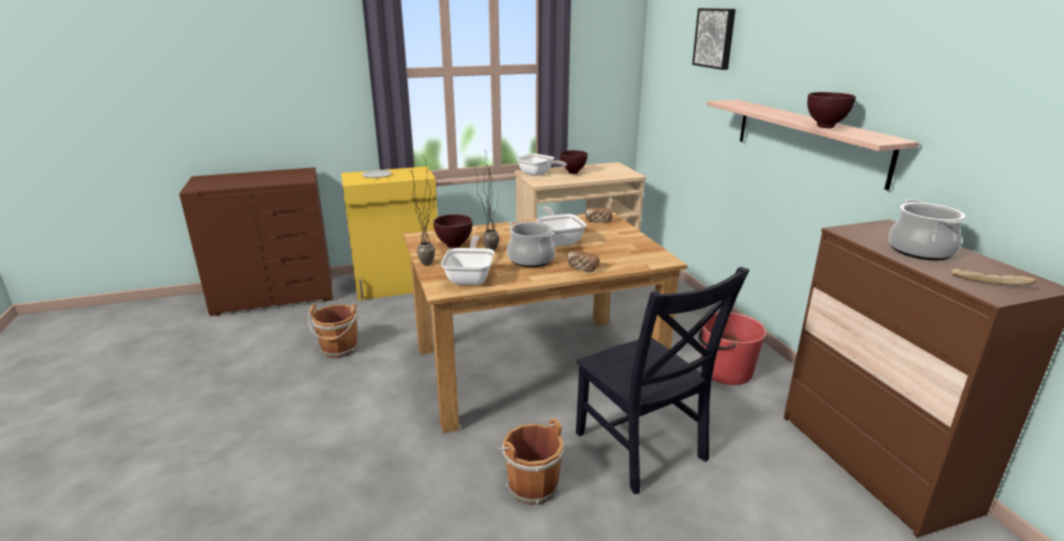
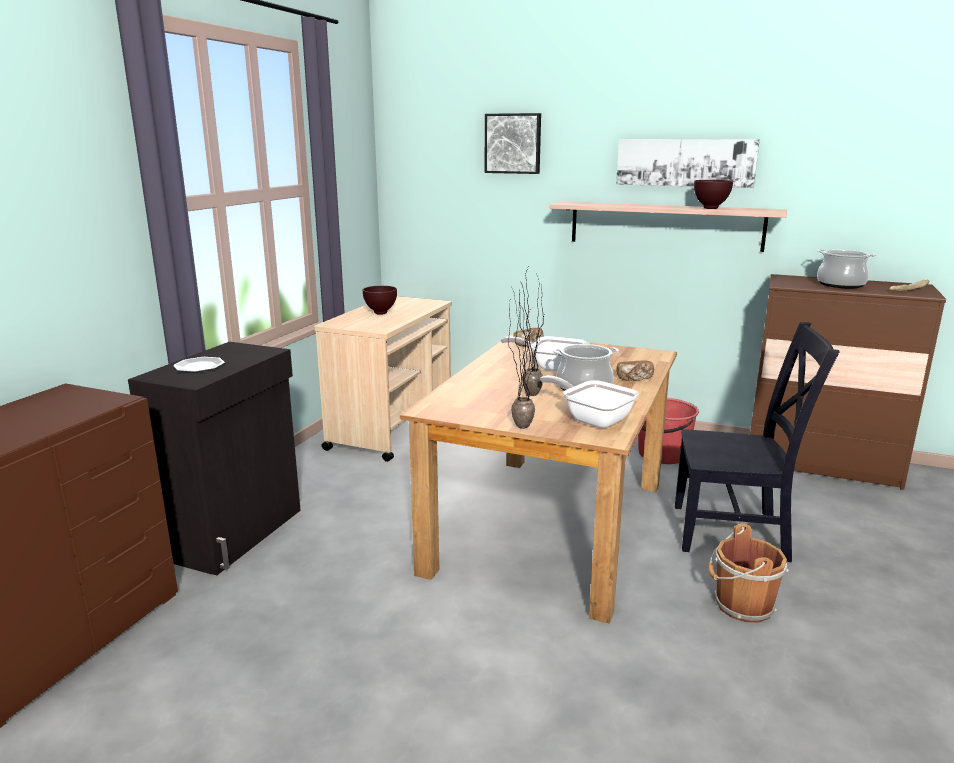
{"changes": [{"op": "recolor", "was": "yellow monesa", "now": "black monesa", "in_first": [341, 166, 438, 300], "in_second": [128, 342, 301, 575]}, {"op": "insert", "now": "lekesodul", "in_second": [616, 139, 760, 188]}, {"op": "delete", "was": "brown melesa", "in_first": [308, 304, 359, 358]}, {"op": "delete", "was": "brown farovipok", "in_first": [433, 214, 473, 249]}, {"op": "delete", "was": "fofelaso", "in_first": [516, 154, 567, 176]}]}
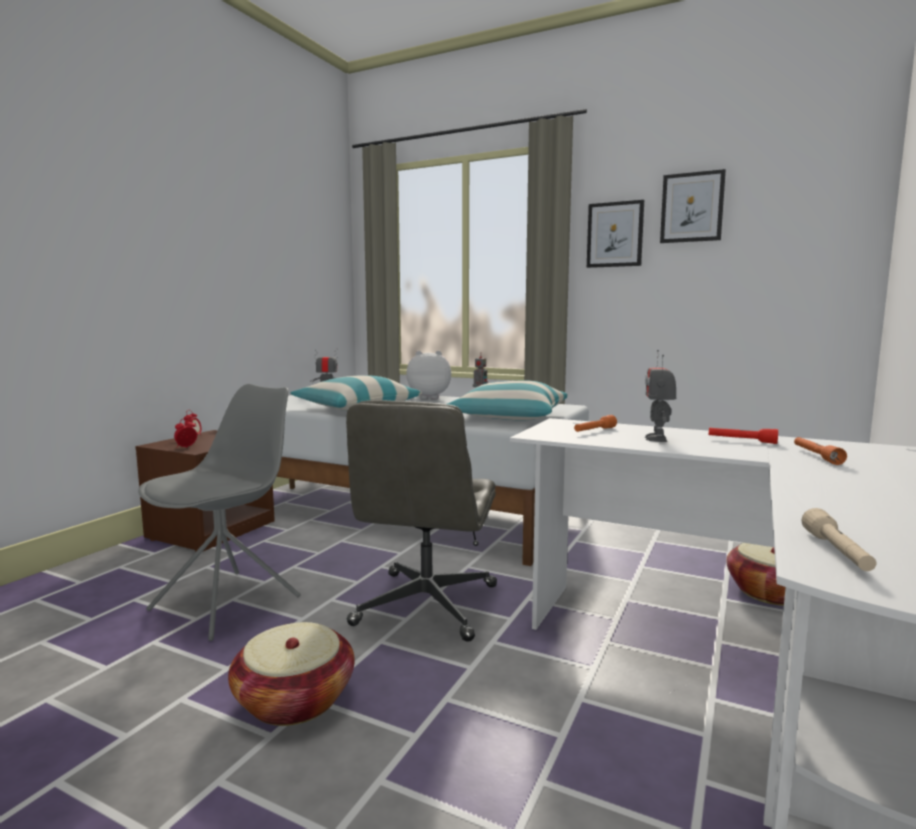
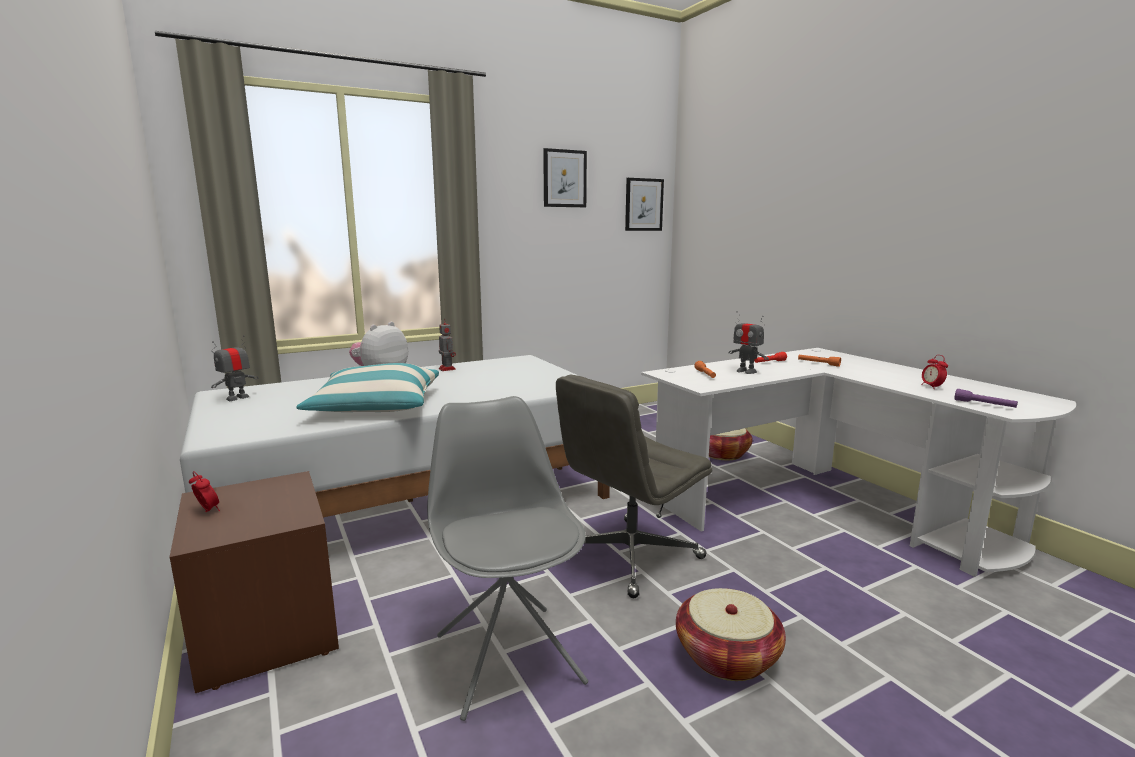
{"changes": [{"op": "rotate", "was": "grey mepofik", "in_first": [346, 400, 497, 642], "in_second": [556, 375, 712, 598], "clockwise": 90}, {"op": "move", "was": "lekesodul", "in_first": [587, 200, 644, 268], "in_second": [625, 178, 664, 231]}, {"op": "move", "was": "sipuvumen", "in_first": [174, 418, 197, 448], "in_second": [921, 355, 948, 389]}, {"op": "recolor", "was": "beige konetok", "now": "purple konetok", "in_first": [801, 508, 877, 571], "in_second": [954, 389, 1018, 408]}, {"op": "delete", "was": "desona", "in_first": [447, 380, 568, 421]}]}
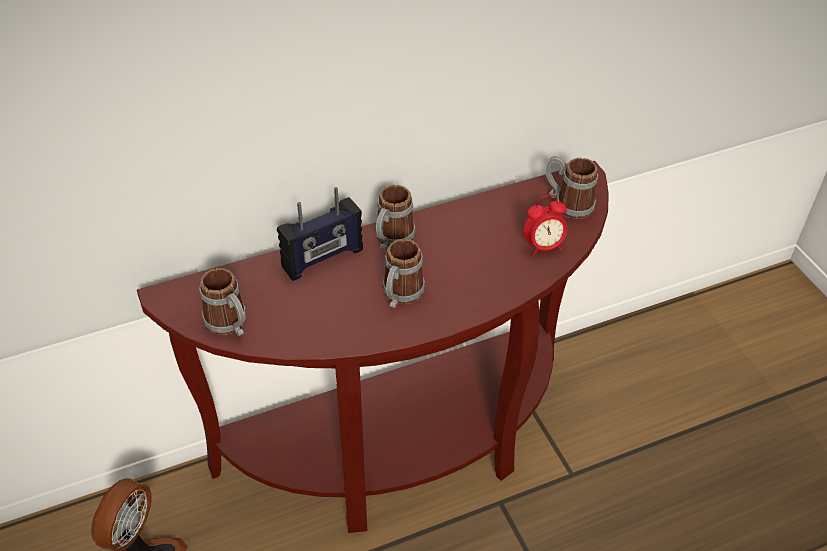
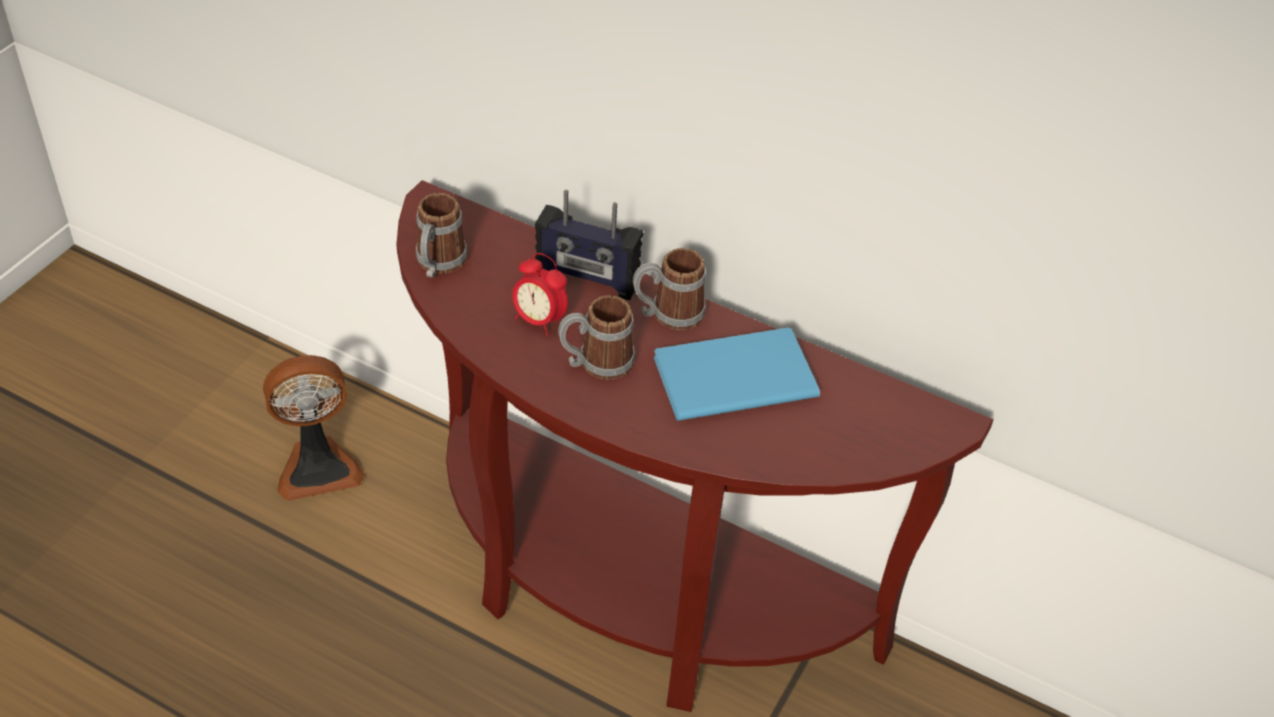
{"changes": [{"op": "move", "was": "sipuvumen", "in_first": [523, 195, 567, 256], "in_second": [512, 253, 568, 336]}, {"op": "insert", "now": "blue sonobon", "in_second": [654, 327, 820, 421]}, {"op": "delete", "was": "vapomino", "in_first": [545, 156, 598, 219]}]}
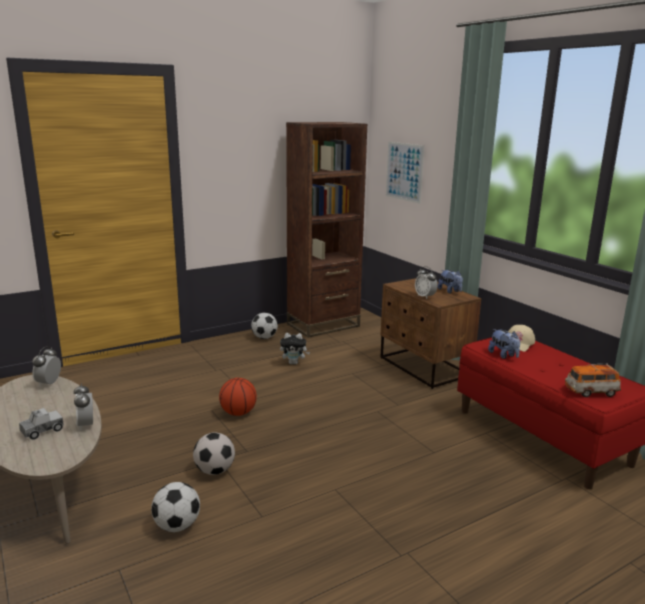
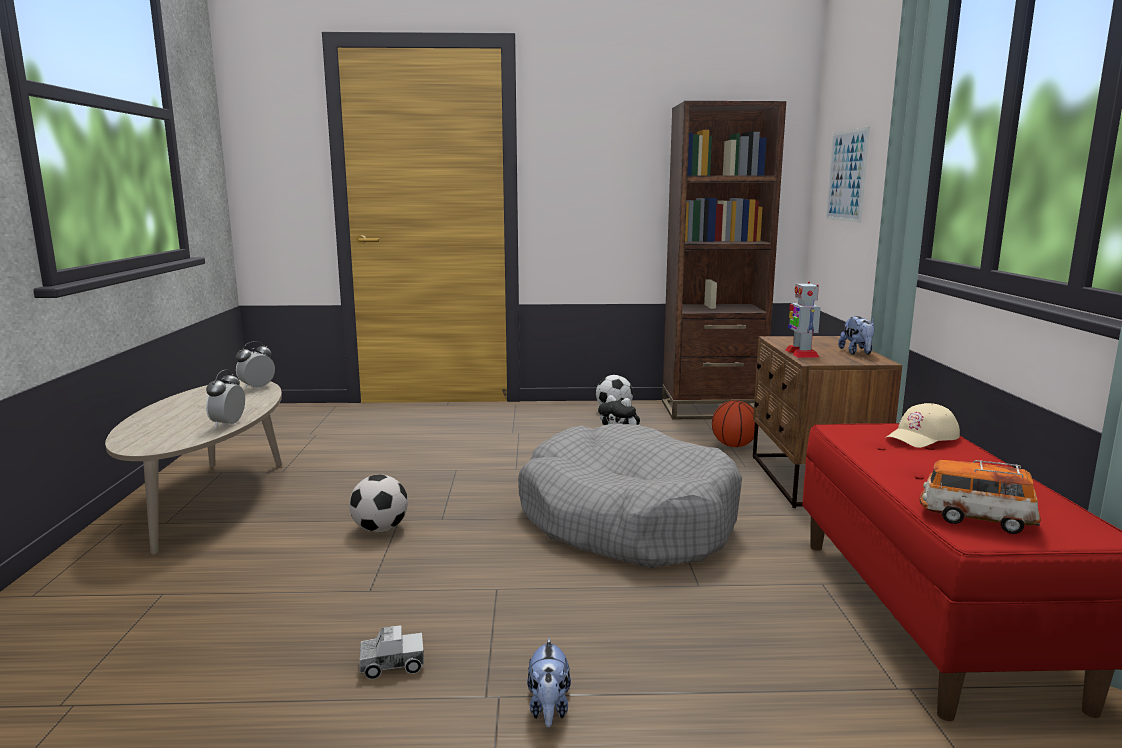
{"changes": [{"op": "move", "was": "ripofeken", "in_first": [19, 408, 64, 440], "in_second": [359, 625, 424, 679]}, {"op": "insert", "now": "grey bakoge", "in_second": [518, 424, 742, 568]}, {"op": "move", "was": "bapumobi", "in_first": [488, 329, 520, 359], "in_second": [527, 638, 571, 728]}, {"op": "move", "was": "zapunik", "in_first": [219, 378, 257, 416], "in_second": [712, 400, 759, 447]}, {"op": "replace", "was": "sipuvumen", "now": "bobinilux", "in_first": [415, 266, 438, 299], "in_second": [785, 282, 821, 358]}, {"op": "delete", "was": "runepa", "in_first": [151, 482, 200, 532]}]}
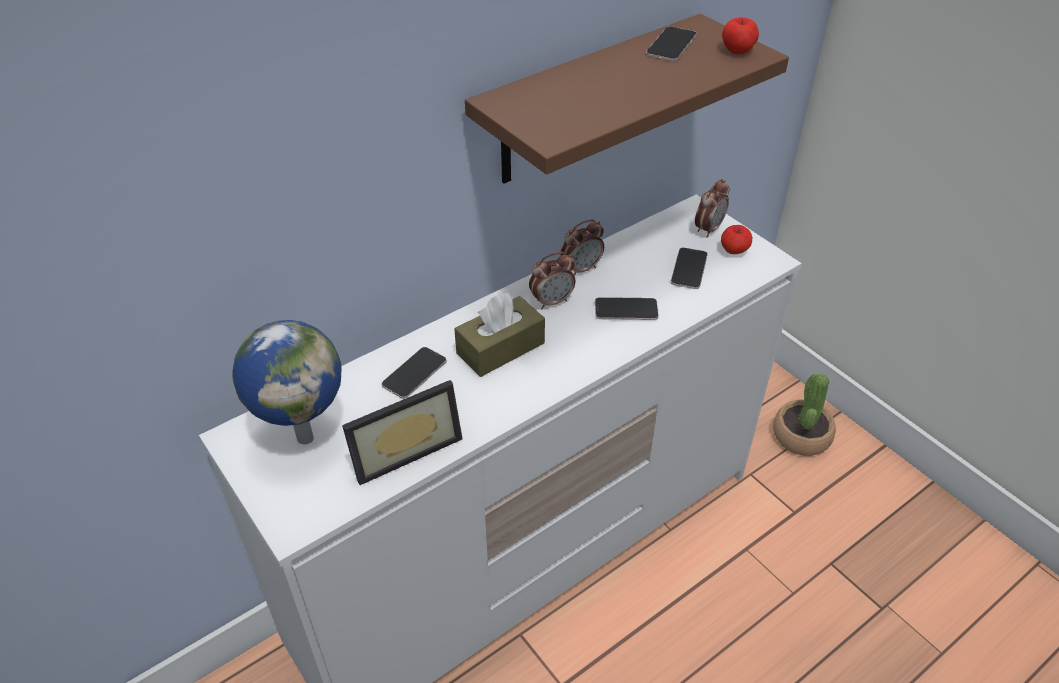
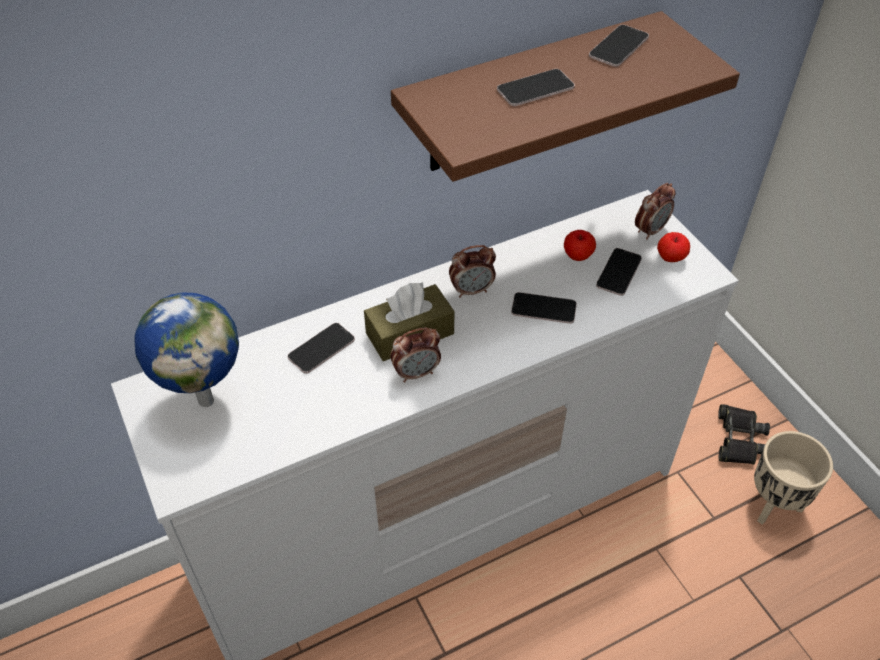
{"changes": [{"op": "move", "was": "sipuvumen", "in_first": [561, 219, 604, 276], "in_second": [390, 327, 441, 383]}, {"op": "insert", "now": "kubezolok", "in_second": [497, 69, 575, 106]}, {"op": "move", "was": "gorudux", "in_first": [722, 17, 759, 54], "in_second": [564, 230, 596, 261]}, {"op": "replace", "was": "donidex", "now": "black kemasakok", "in_first": [773, 374, 836, 456], "in_second": [718, 404, 770, 464]}, {"op": "insert", "now": "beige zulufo", "in_second": [754, 431, 833, 525]}, {"op": "delete", "was": "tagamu", "in_first": [342, 380, 463, 485]}]}
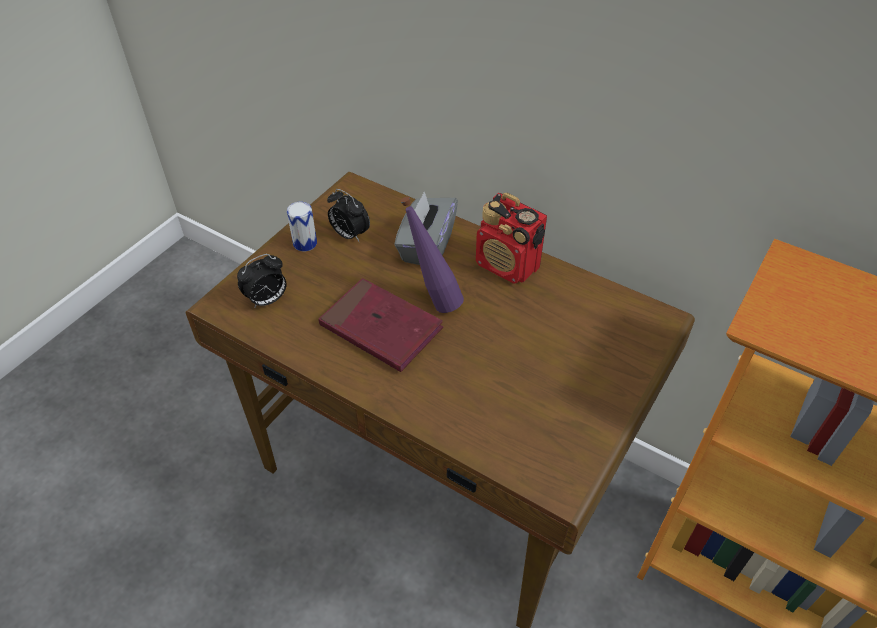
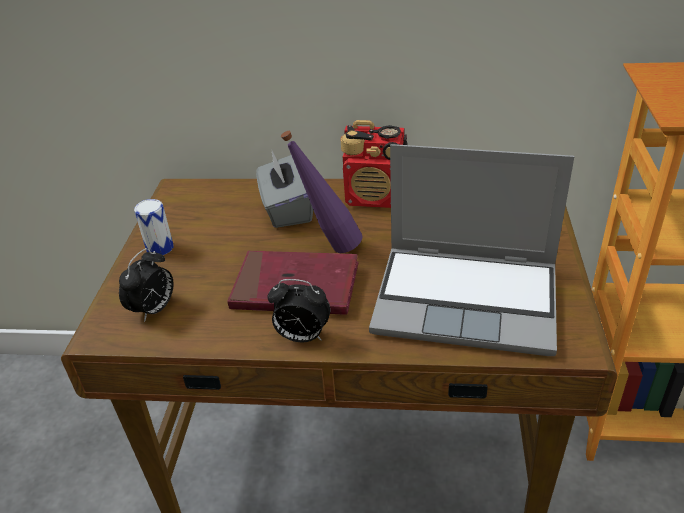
{"changes": [{"op": "move", "was": "sipuvumen", "in_first": [327, 189, 370, 242], "in_second": [267, 279, 330, 342]}, {"op": "insert", "now": "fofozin", "in_second": [369, 144, 574, 356]}]}
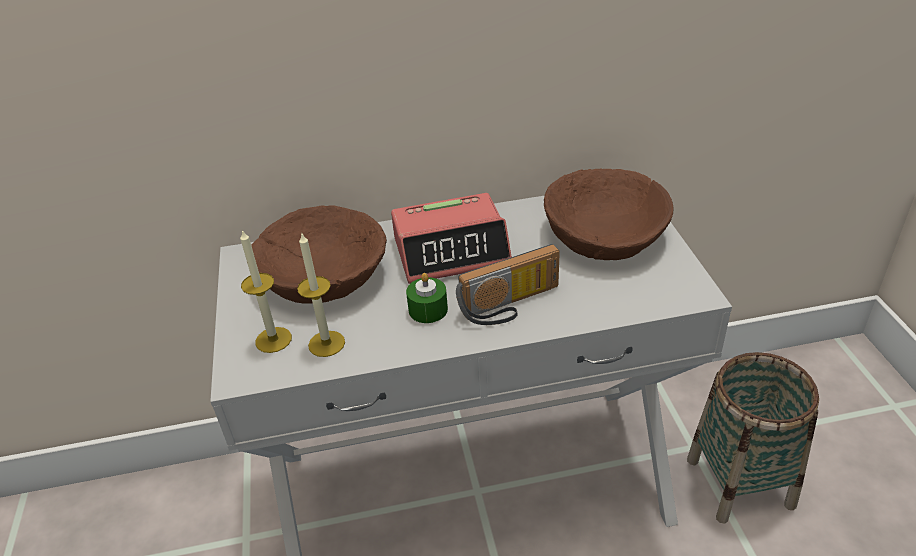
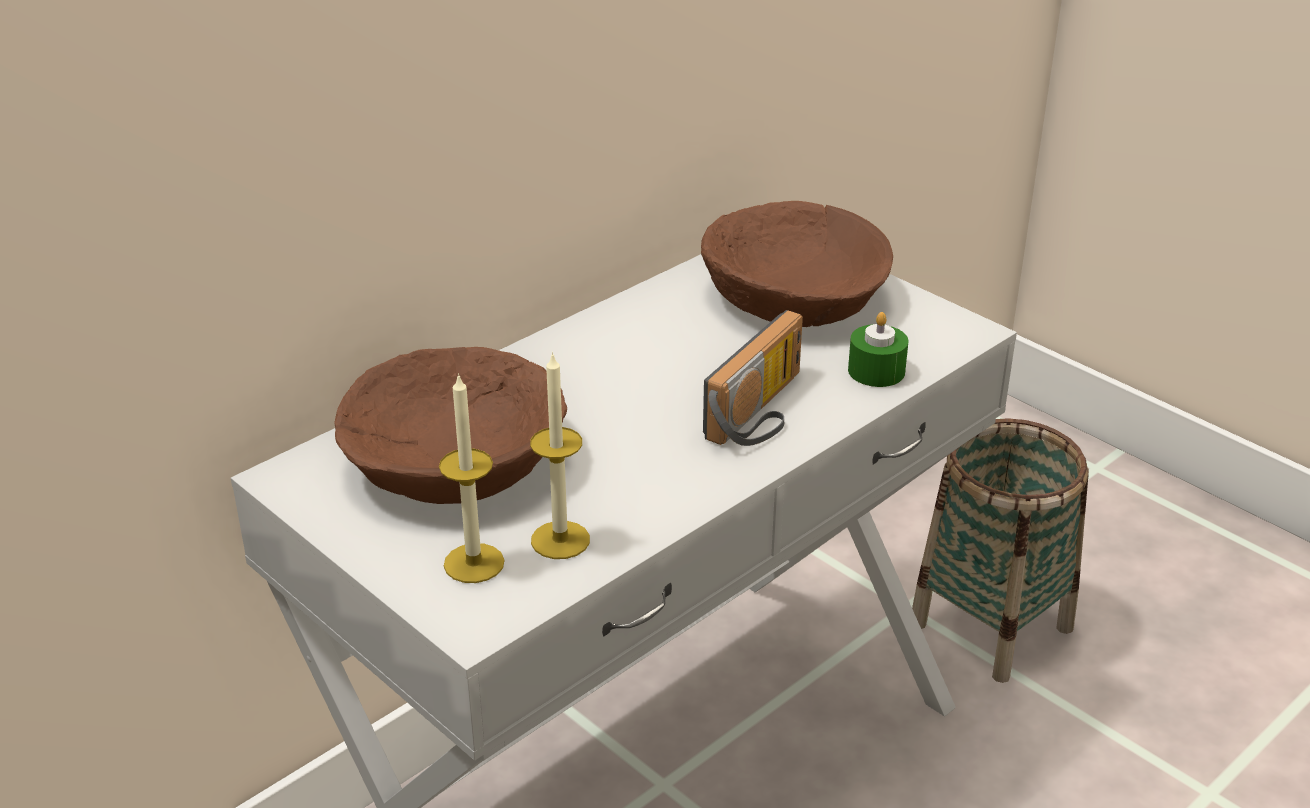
{"changes": [{"op": "move", "was": "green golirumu", "in_first": [406, 273, 448, 323], "in_second": [848, 312, 909, 387]}, {"op": "delete", "was": "sipuvumen", "in_first": [391, 193, 512, 284]}]}
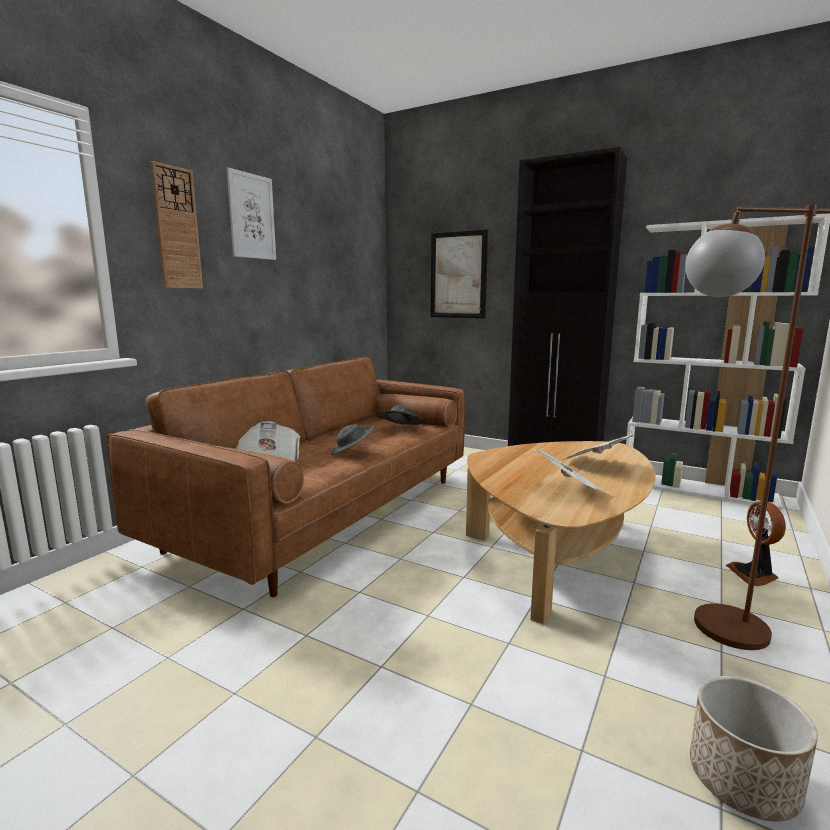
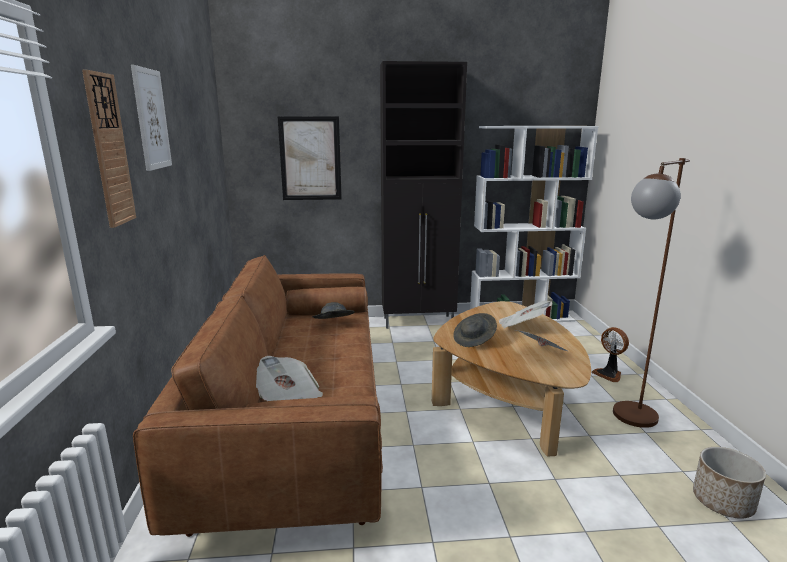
{"changes": [{"op": "move", "was": "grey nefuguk", "in_first": [331, 424, 375, 455], "in_second": [453, 313, 497, 347]}]}
